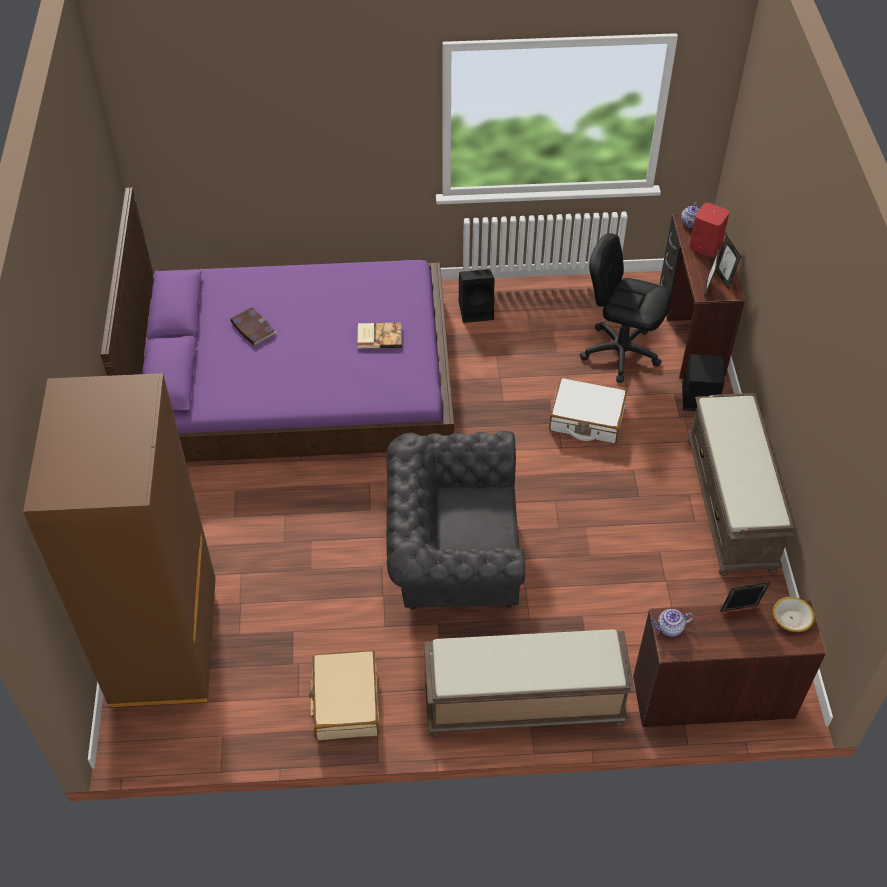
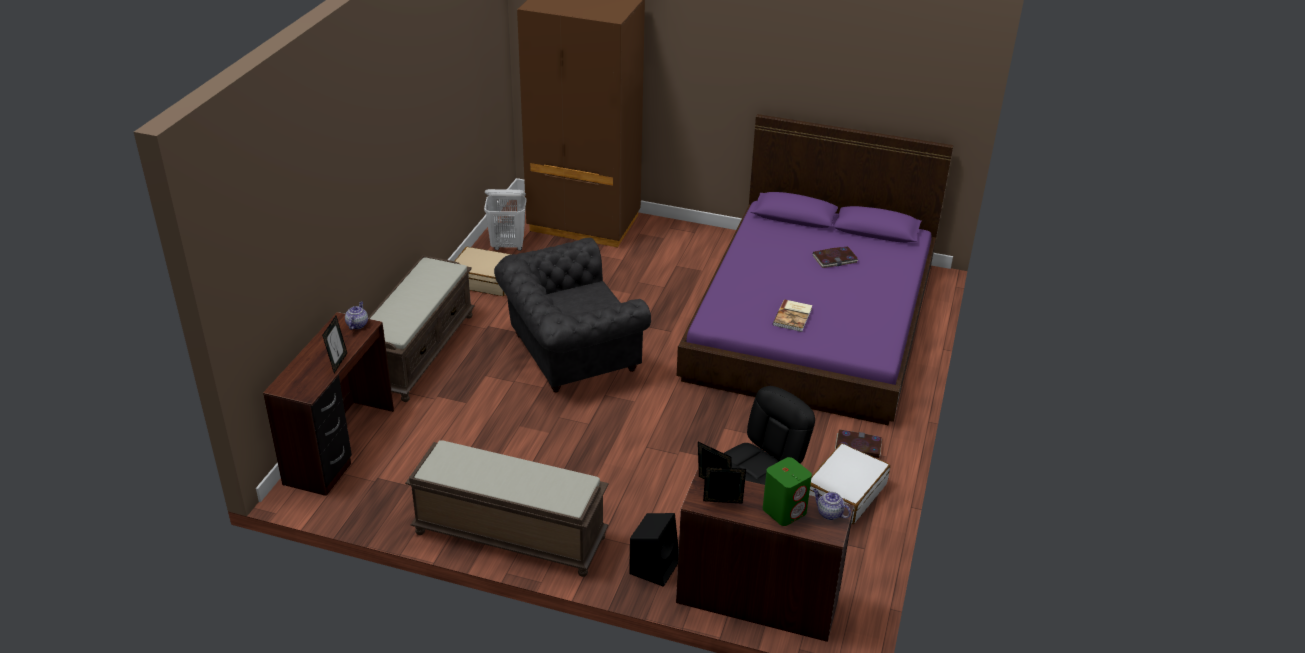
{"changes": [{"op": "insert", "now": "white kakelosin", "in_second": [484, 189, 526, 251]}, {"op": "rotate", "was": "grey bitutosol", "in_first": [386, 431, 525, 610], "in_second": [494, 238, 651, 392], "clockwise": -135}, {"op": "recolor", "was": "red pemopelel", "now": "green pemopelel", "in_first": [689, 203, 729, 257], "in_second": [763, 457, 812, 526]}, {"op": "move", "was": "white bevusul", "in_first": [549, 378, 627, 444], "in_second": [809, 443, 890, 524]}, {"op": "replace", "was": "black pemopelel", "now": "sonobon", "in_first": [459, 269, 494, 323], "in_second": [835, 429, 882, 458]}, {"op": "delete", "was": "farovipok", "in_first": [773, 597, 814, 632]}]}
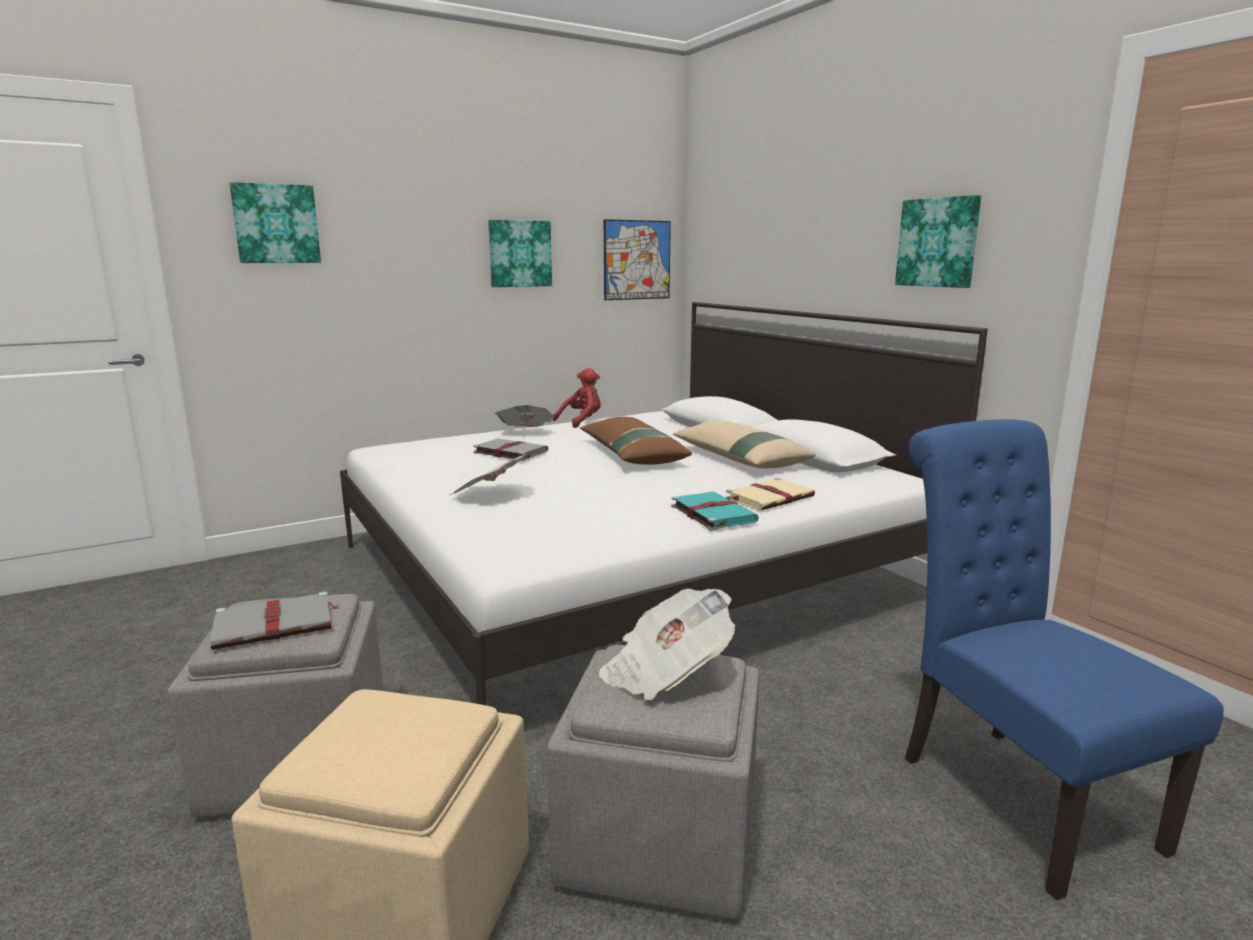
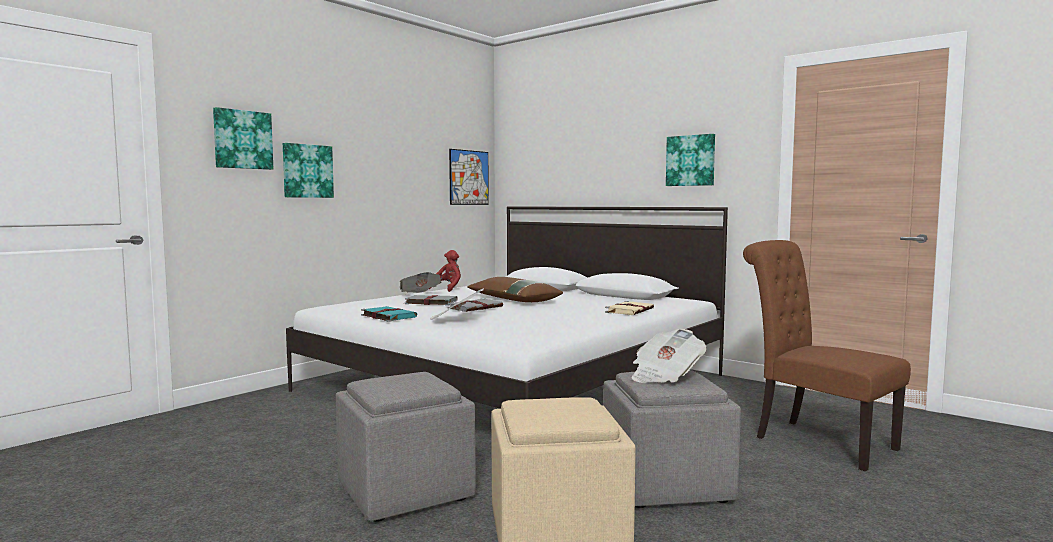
{"changes": [{"op": "move", "was": "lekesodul", "in_first": [488, 220, 552, 287], "in_second": [283, 143, 334, 198]}, {"op": "move", "was": "turquoise sonobon", "in_first": [671, 492, 759, 531], "in_second": [361, 306, 417, 322]}, {"op": "move", "was": "grey sonobon", "in_first": [210, 591, 339, 650], "in_second": [448, 298, 503, 312]}, {"op": "recolor", "was": "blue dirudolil", "now": "brown dirudolil", "in_first": [905, 419, 1224, 901], "in_second": [743, 240, 911, 471]}, {"op": "delete", "was": "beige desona", "in_first": [673, 420, 816, 468]}]}
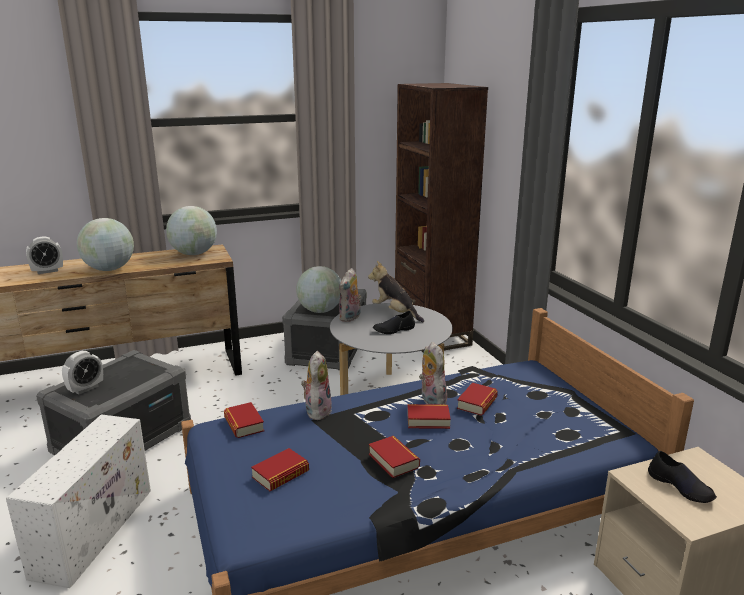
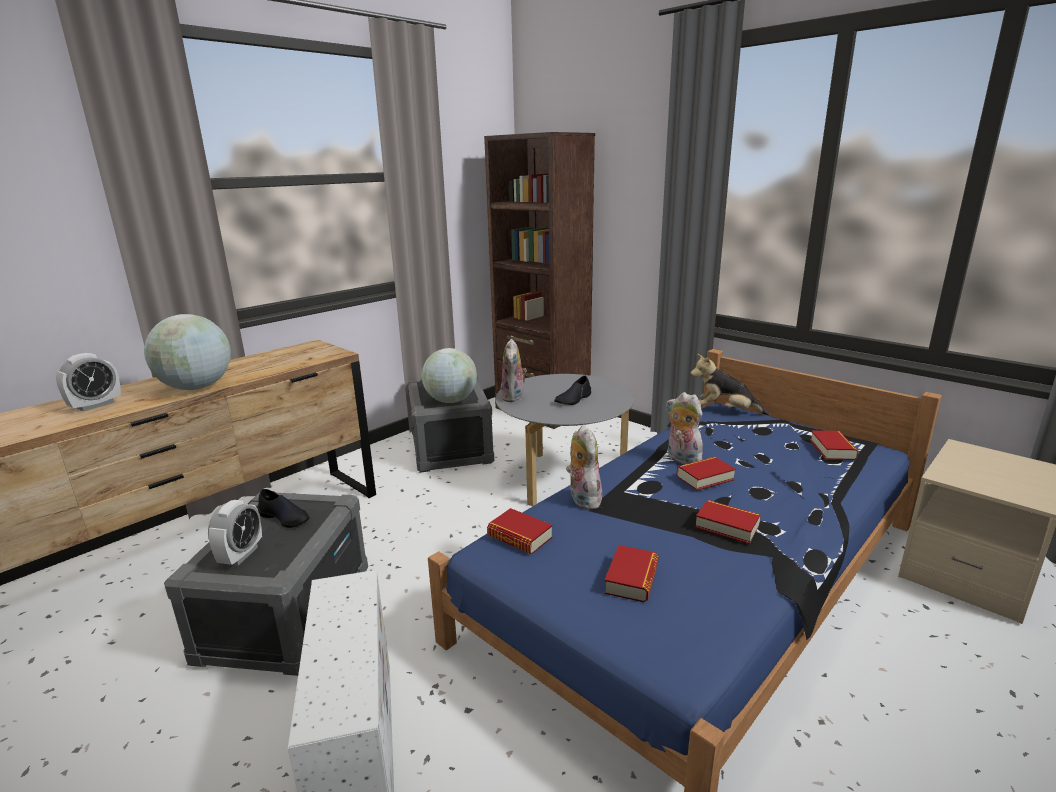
{"changes": [{"op": "move", "was": "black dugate", "in_first": [648, 451, 717, 503], "in_second": [258, 489, 310, 528]}, {"op": "move", "was": "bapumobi", "in_first": [368, 261, 424, 322], "in_second": [690, 354, 769, 415]}, {"op": "move", "was": "sonobon", "in_first": [457, 383, 498, 416], "in_second": [810, 431, 859, 460]}, {"op": "delete", "was": "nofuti", "in_first": [166, 206, 217, 255]}]}
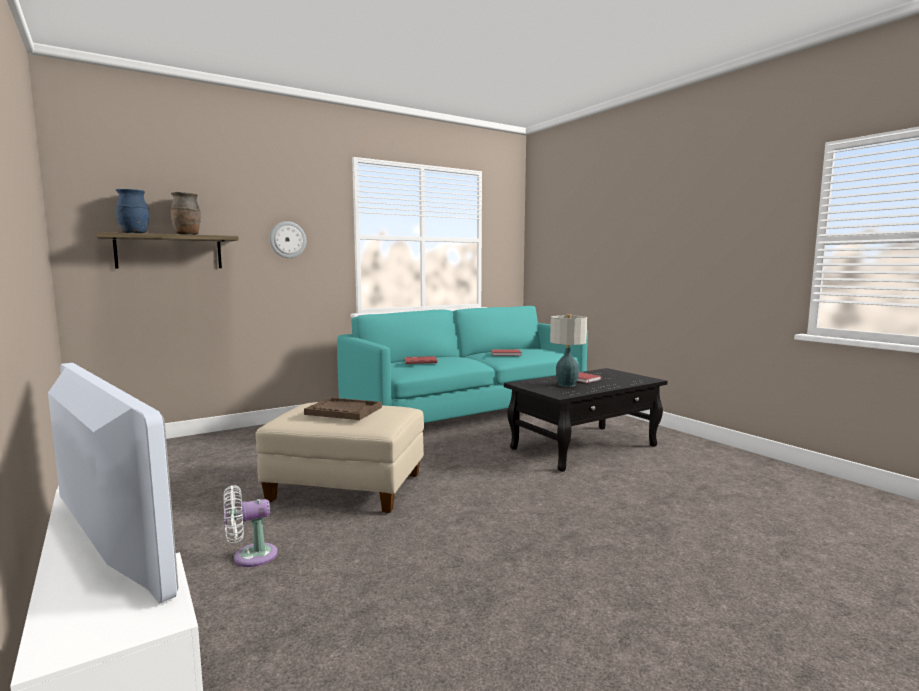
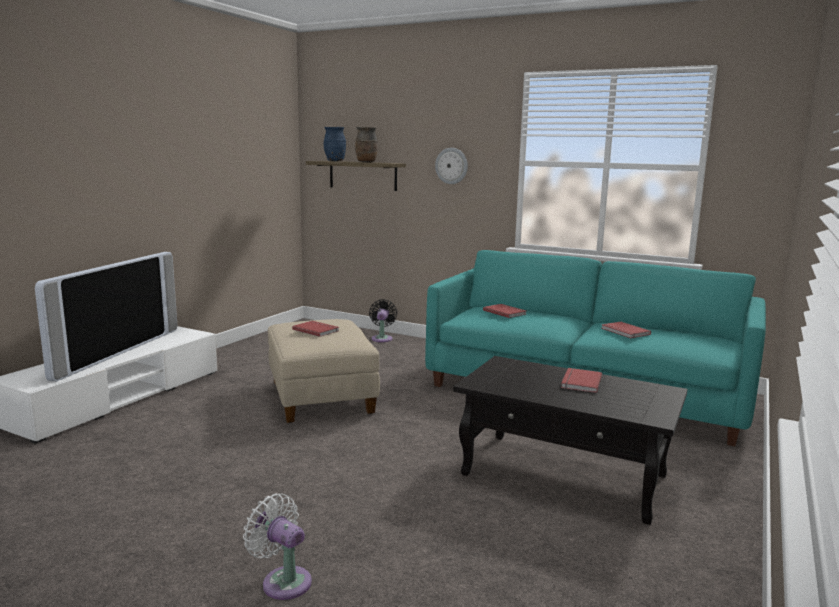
{"changes": [{"op": "move", "was": "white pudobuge", "in_first": [224, 485, 277, 567], "in_second": [243, 494, 312, 600]}, {"op": "replace", "was": "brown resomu", "now": "red sonobon", "in_first": [304, 397, 382, 420], "in_second": [292, 321, 339, 337]}, {"op": "insert", "now": "black pudobuge", "in_second": [369, 299, 397, 342]}, {"op": "delete", "was": "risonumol", "in_first": [550, 314, 587, 387]}]}
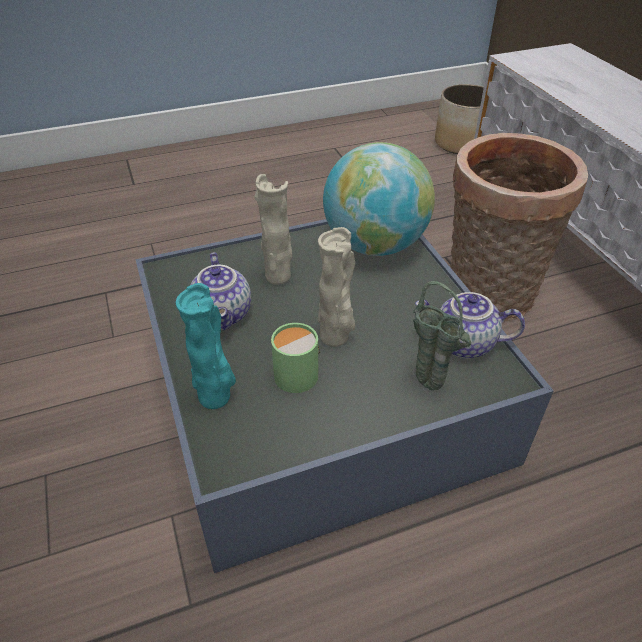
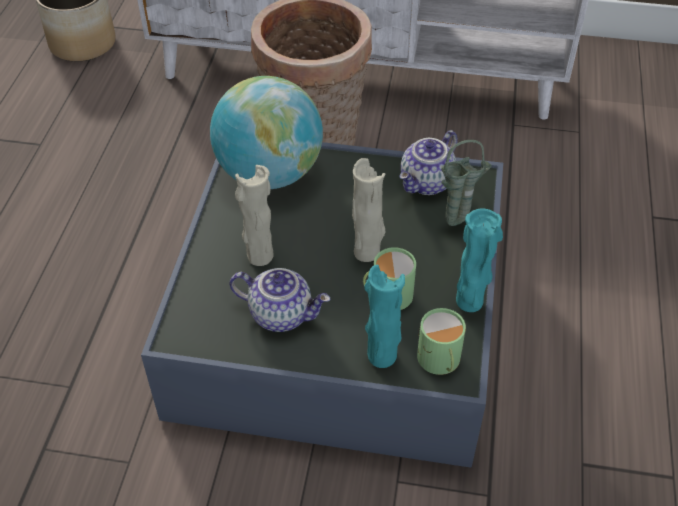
{"changes": [{"op": "insert", "now": "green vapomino", "in_second": [417, 308, 466, 375]}, {"op": "insert", "now": "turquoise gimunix", "in_second": [456, 209, 503, 312]}]}
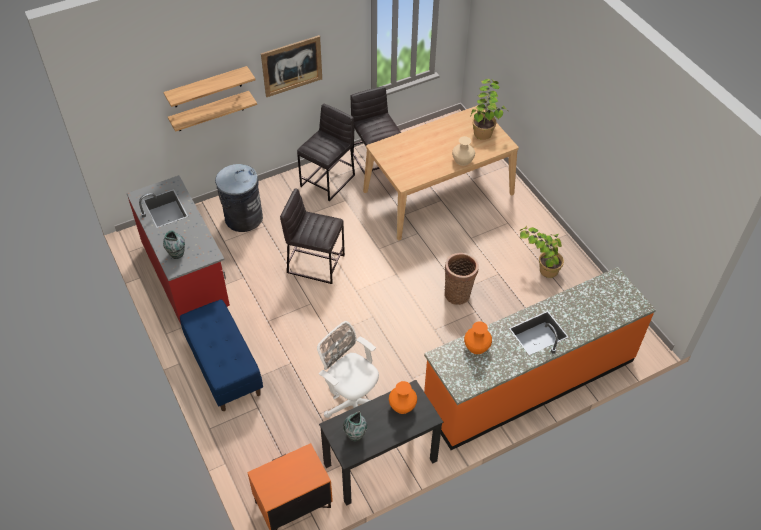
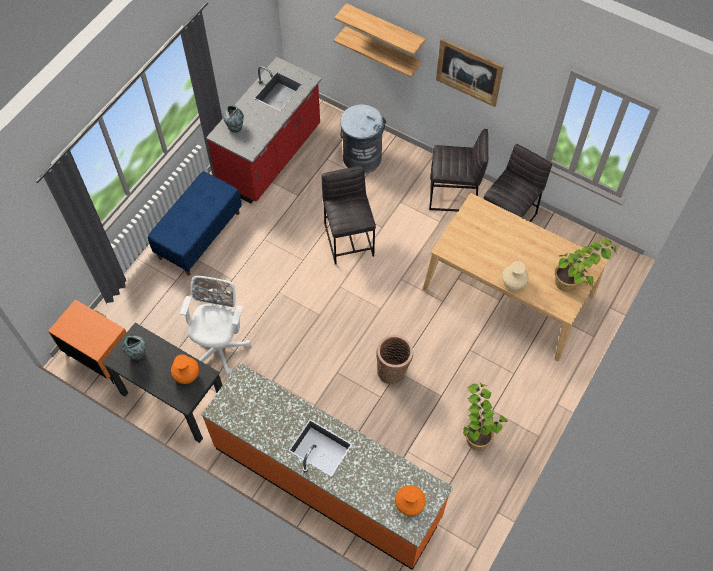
{"changes": [{"op": "move", "was": "orange gimunix", "in_first": [464, 322, 492, 354], "in_second": [395, 485, 426, 516]}]}
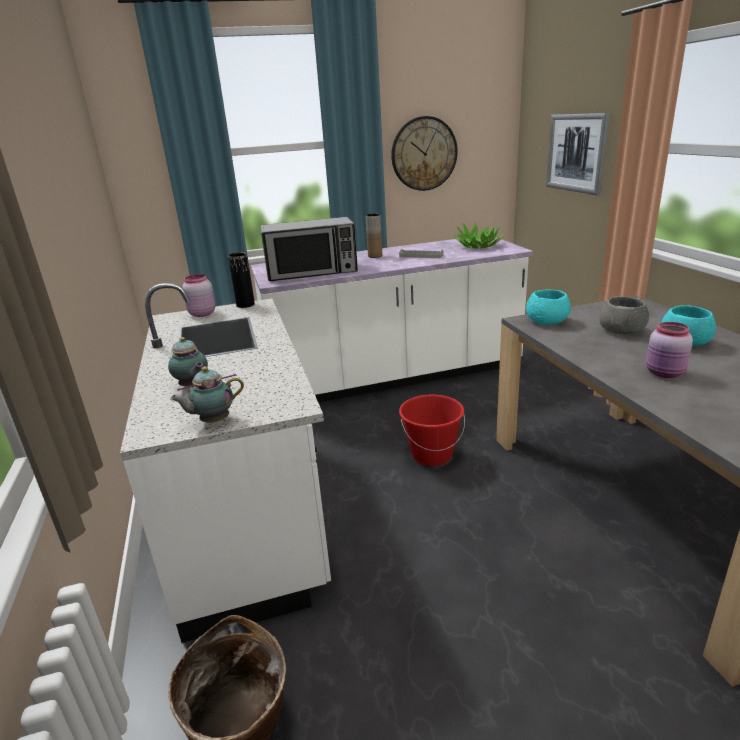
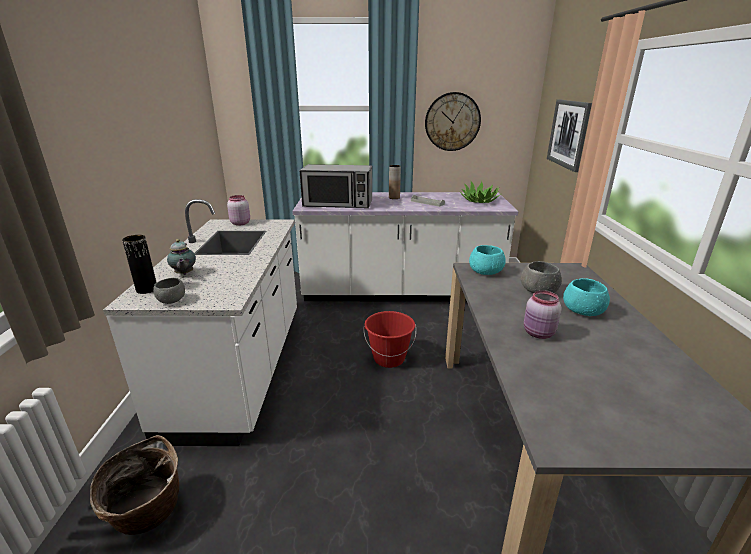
{"changes": [{"op": "move", "was": "black gimunix", "in_first": [228, 252, 255, 308], "in_second": [122, 235, 157, 294]}, {"op": "replace", "was": "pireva", "now": "grey farovipok", "in_first": [170, 367, 244, 423], "in_second": [153, 278, 185, 304]}]}
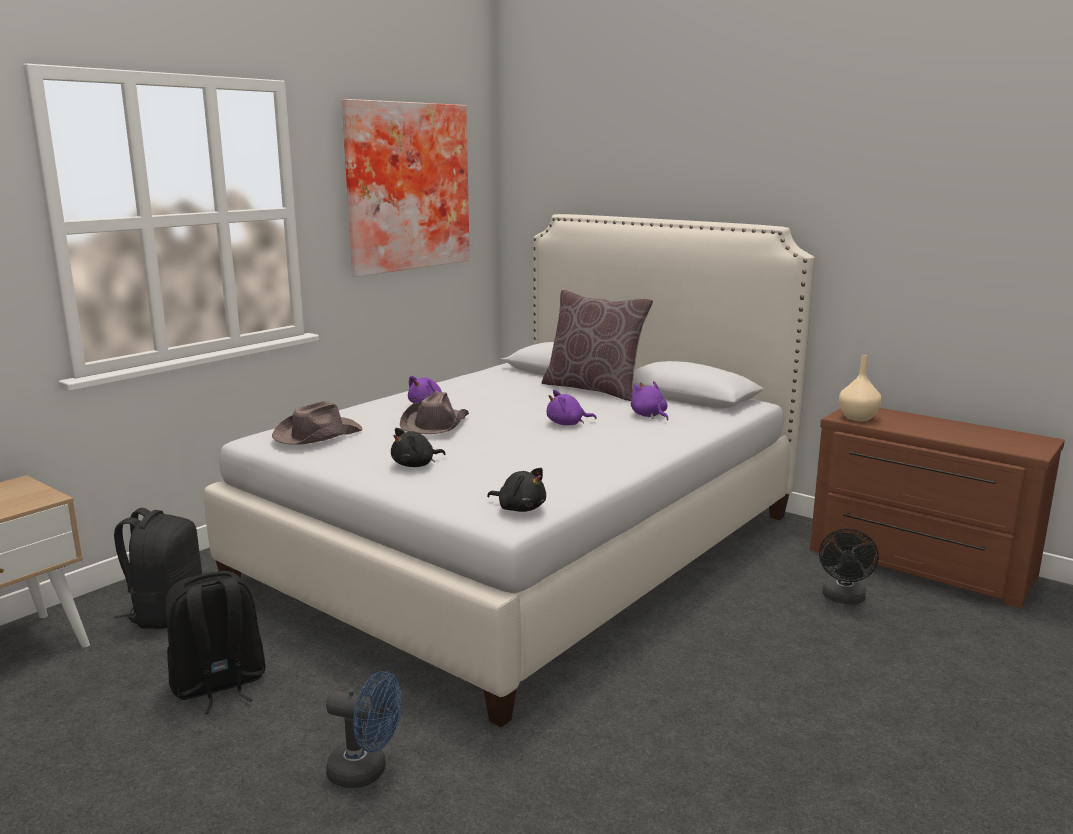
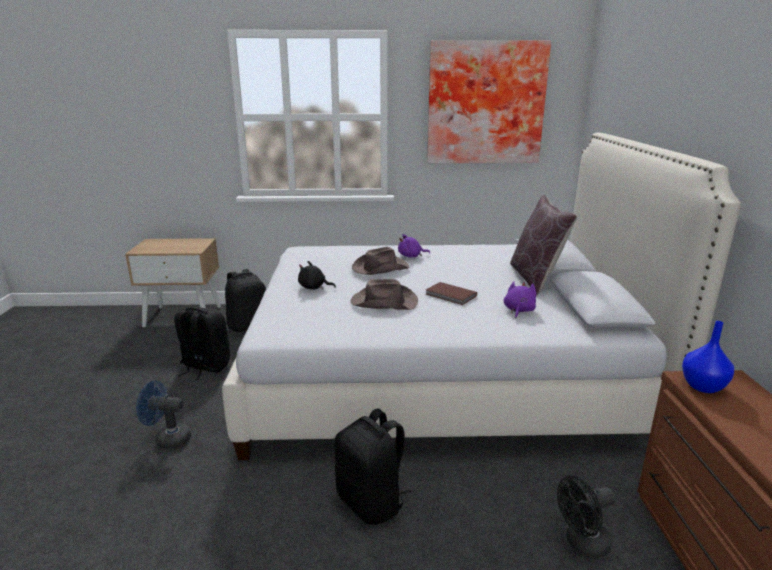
{"changes": [{"op": "rotate", "was": "blue pudobuge", "in_first": [326, 671, 402, 788], "in_second": [136, 381, 191, 449], "clockwise": 120}, {"op": "insert", "now": "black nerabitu", "in_second": [334, 409, 411, 525]}, {"op": "move", "was": "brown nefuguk", "in_first": [272, 401, 363, 445], "in_second": [350, 279, 418, 310]}, {"op": "replace", "was": "purple bapumobi", "now": "brown sonobon", "in_first": [547, 390, 597, 425], "in_second": [426, 282, 477, 305]}, {"op": "recolor", "was": "beige gimunix", "now": "blue gimunix", "in_first": [839, 355, 881, 421], "in_second": [682, 321, 734, 393]}, {"op": "delete", "was": "black bapumobi", "in_first": [487, 468, 546, 512]}]}
